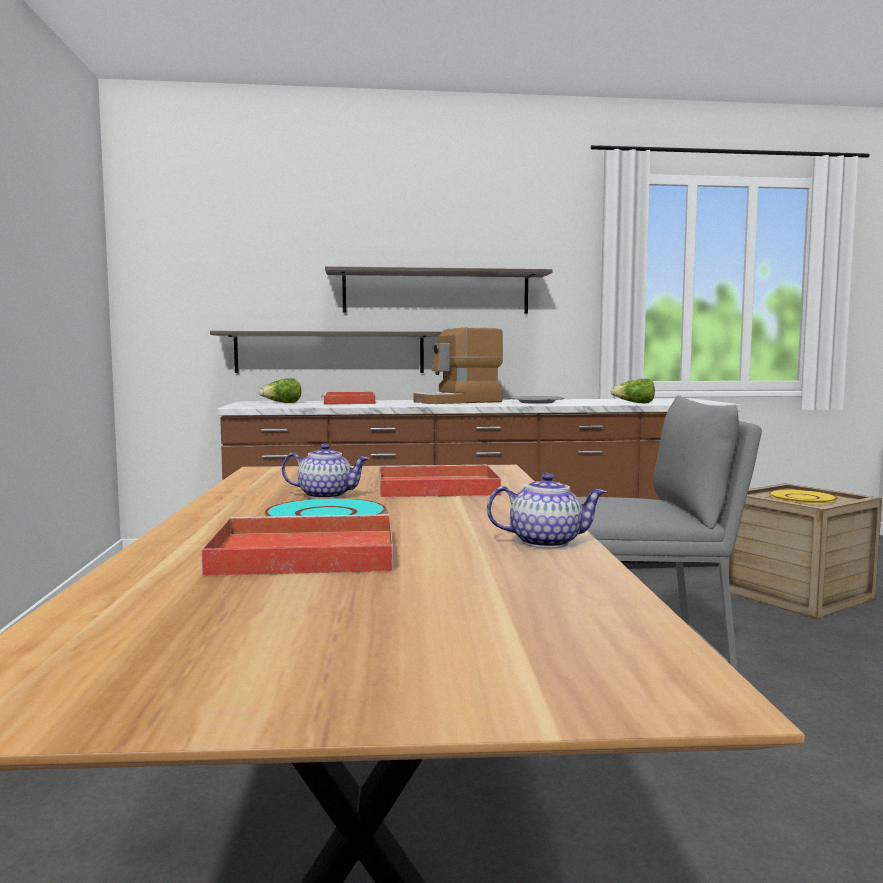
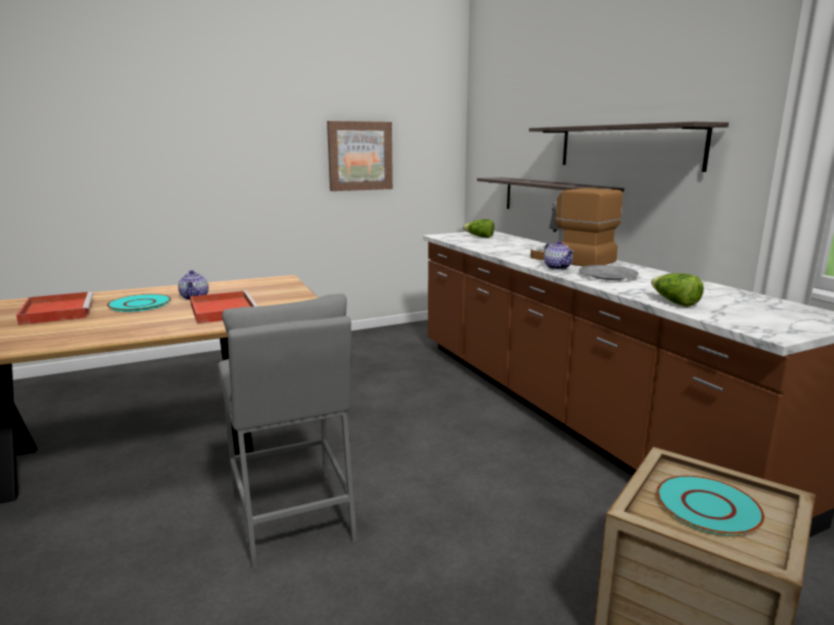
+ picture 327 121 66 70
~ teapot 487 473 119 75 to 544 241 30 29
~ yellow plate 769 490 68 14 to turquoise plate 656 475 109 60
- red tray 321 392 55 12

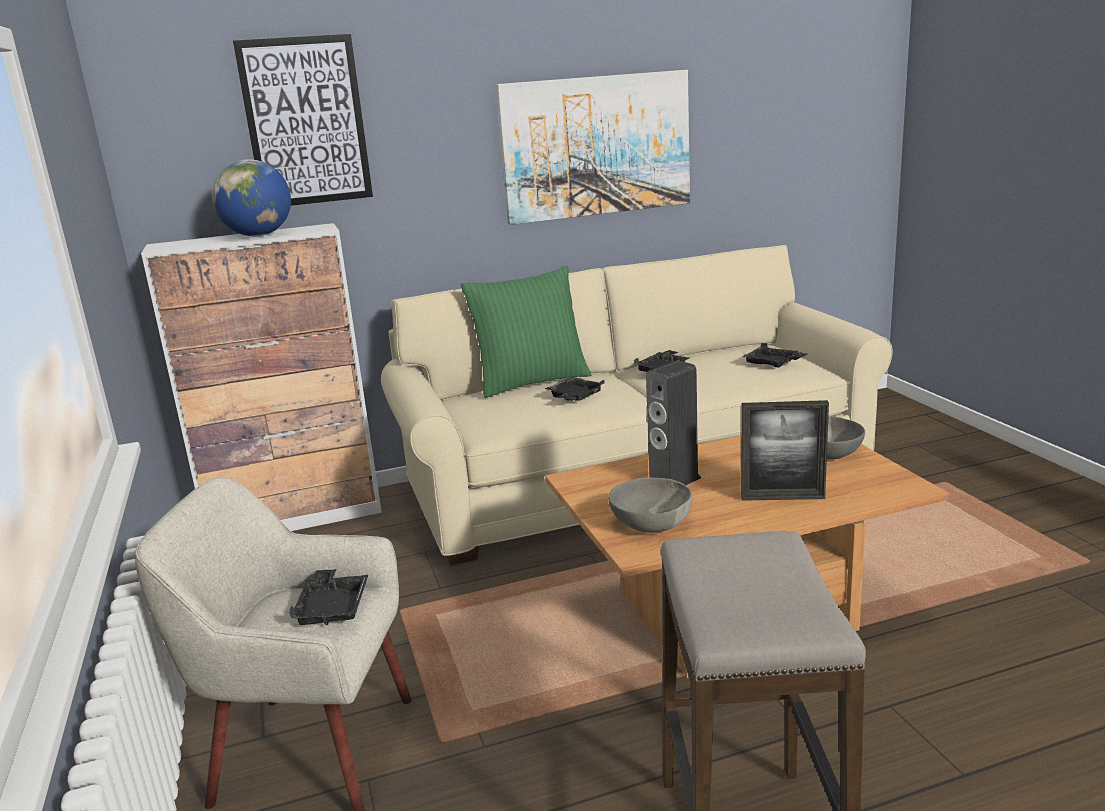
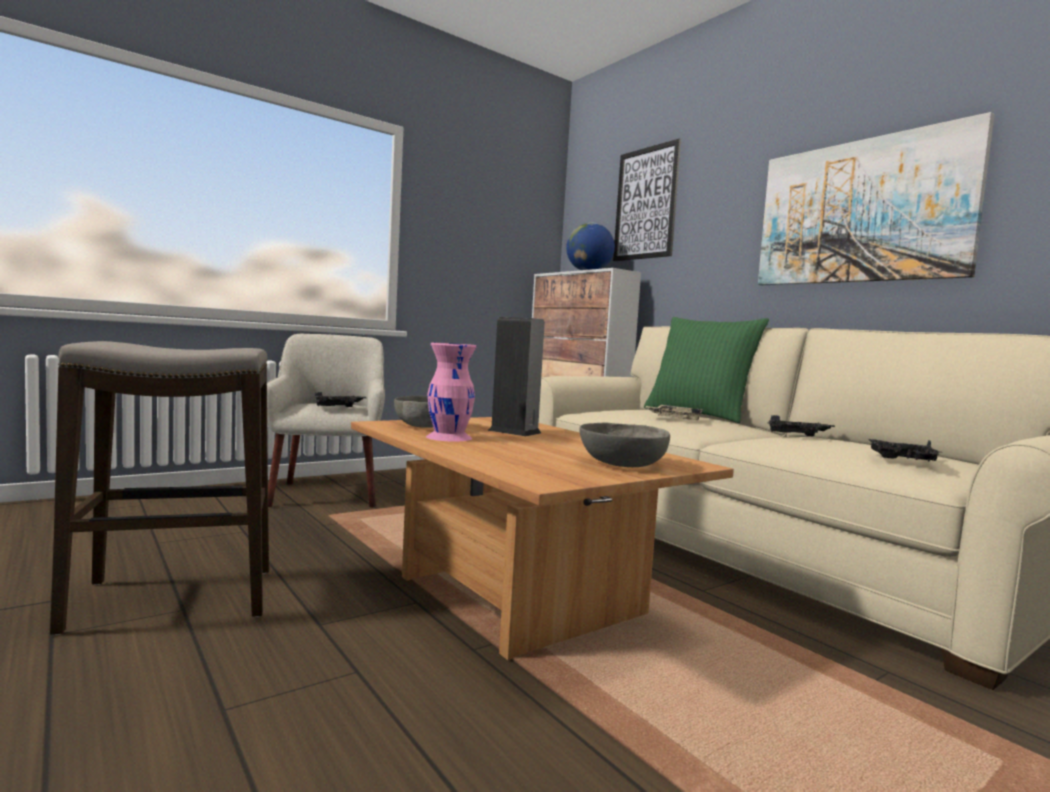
+ pink vase 426 343 51 99
~ black tray 545 377 60 24 to beige tray 646 405 57 15
- picture frame 741 400 88 101

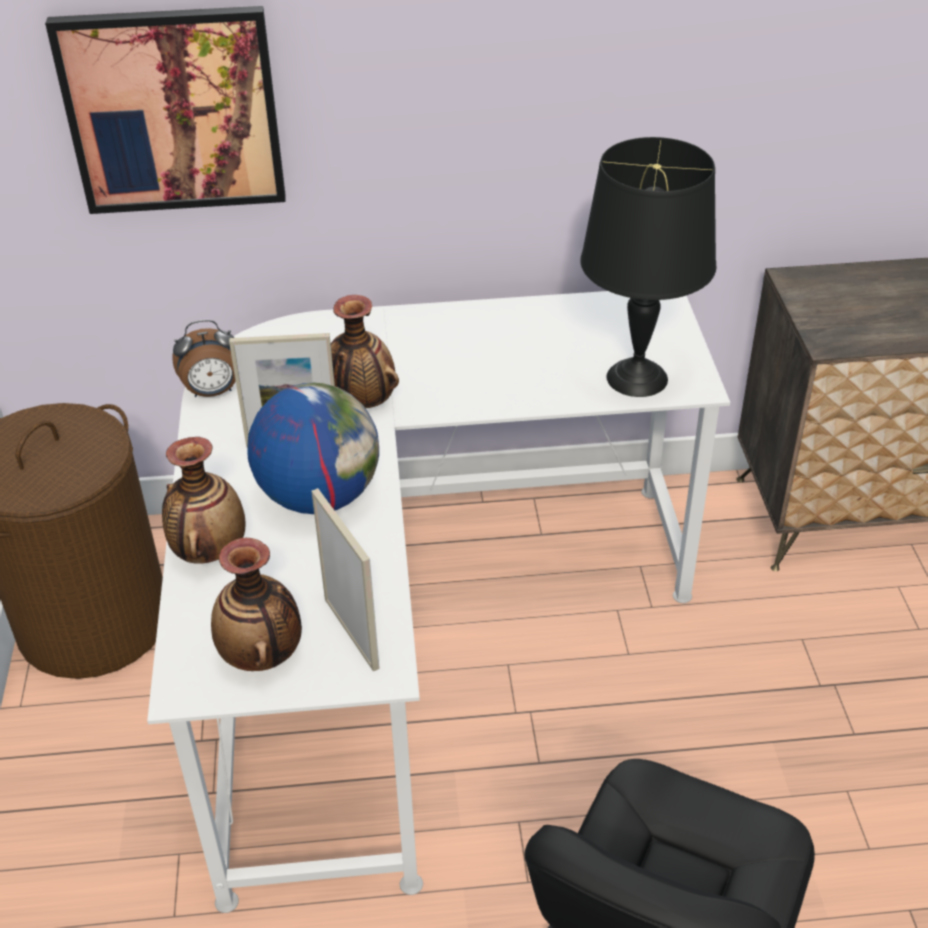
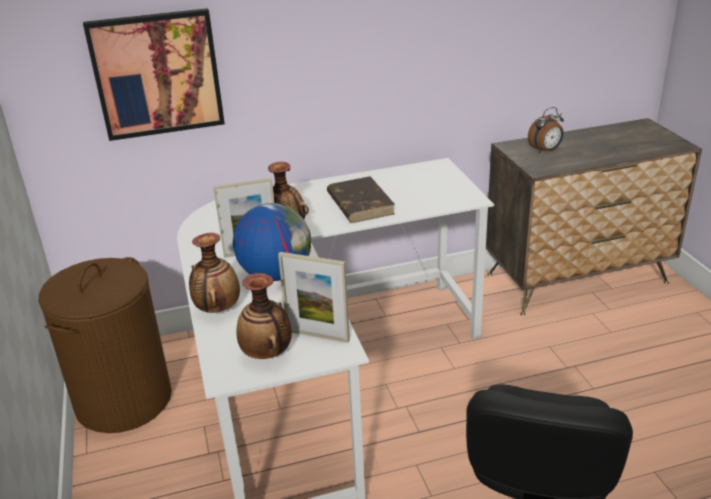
~ picture frame 311 488 69 183 = 278 252 72 91 150 degrees clockwise
+ brown book 327 176 68 47
~ alarm clock 172 320 64 77 to 528 107 36 46
- black table lamp 580 137 136 260

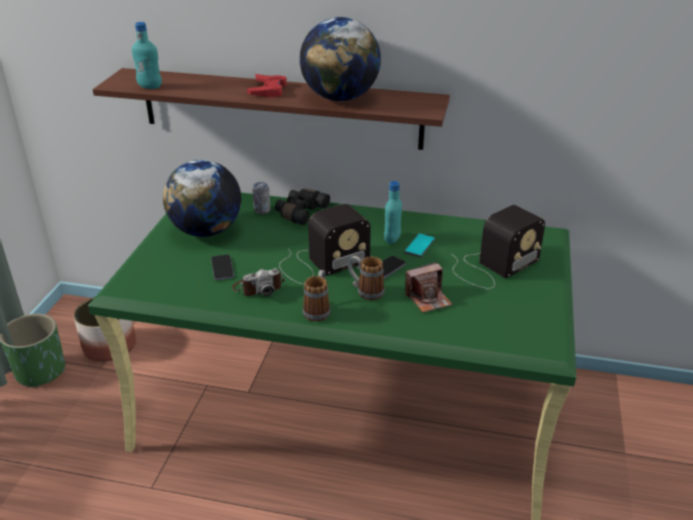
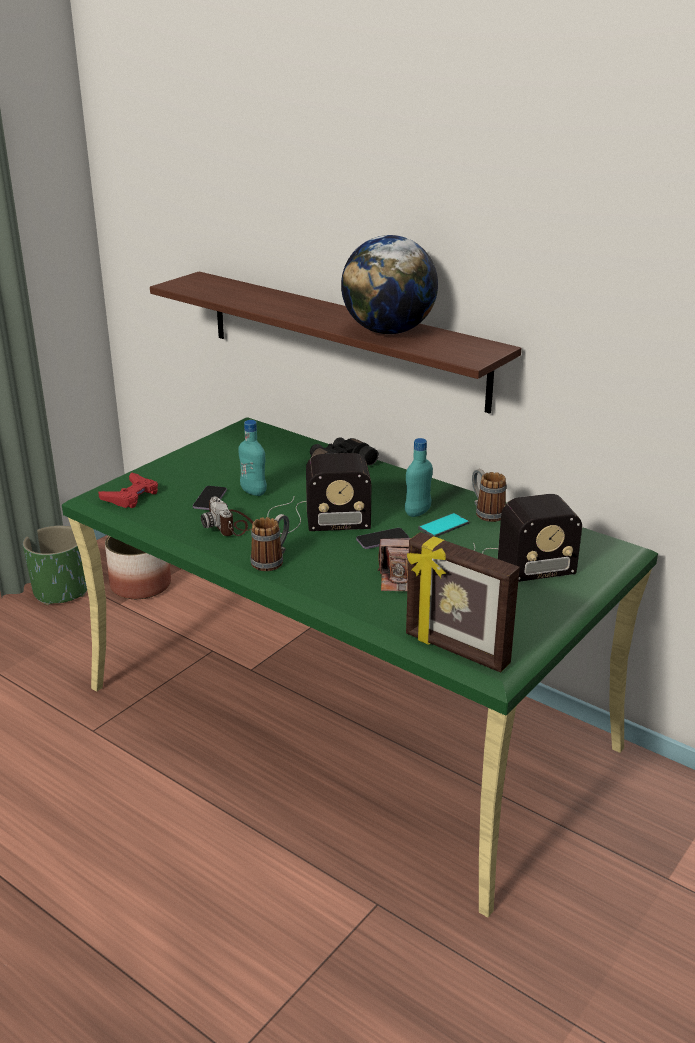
~ red game controller 247 74 40 23 to 98 472 60 36
~ photo camera 232 268 53 28 = 201 497 52 39 60 degrees clockwise
~ turquoise bottle 132 22 30 67 to 238 420 29 76
+ picture frame 406 532 114 140
~ mug 348 256 37 44 to 472 469 34 53
- globe 163 160 78 77
- can 252 182 19 32

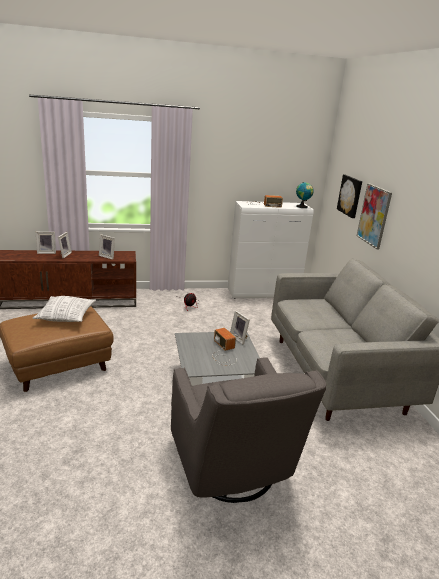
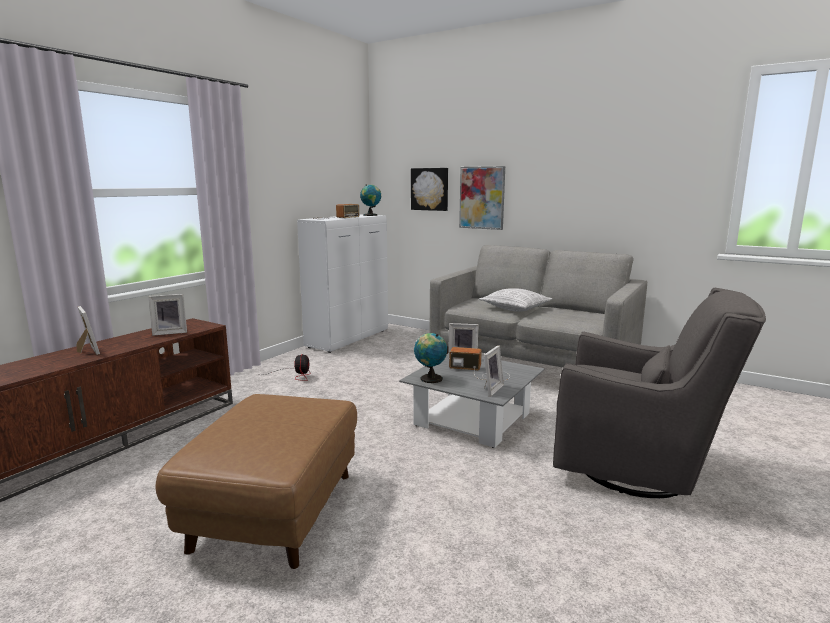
+ globe 414 333 33 50
~ pillow 33 296 63 26 to 479 288 74 24
~ picture frame 36 232 20 22 to 484 345 20 51

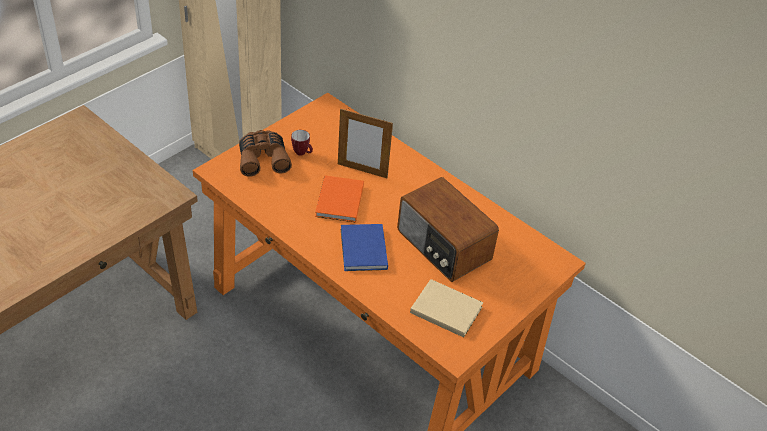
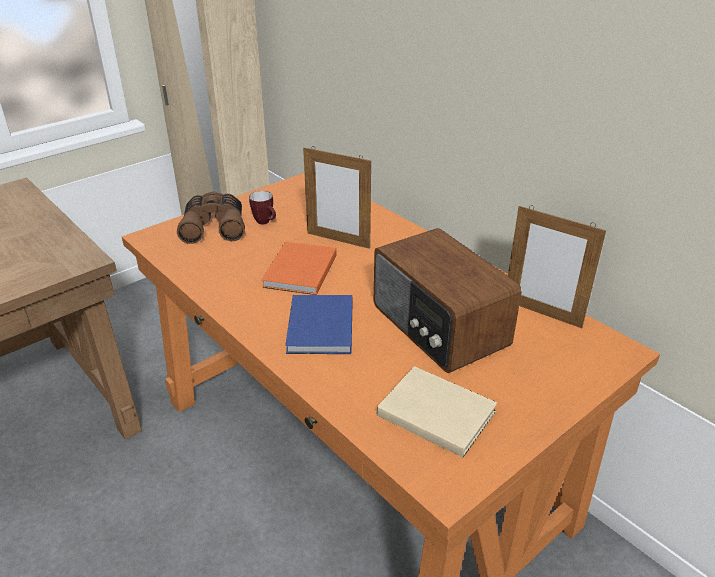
+ picture frame 508 205 98 123

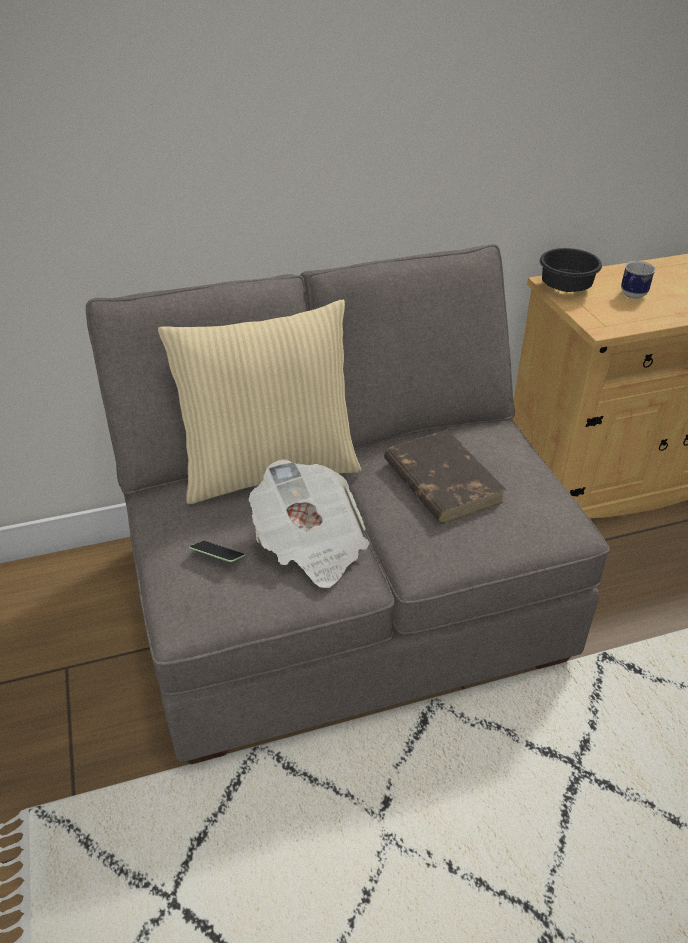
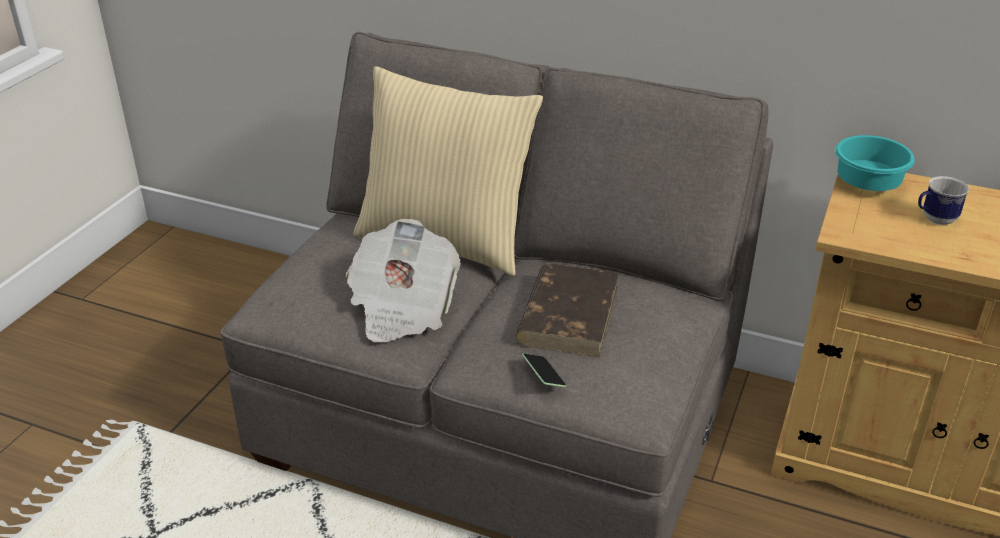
~ phone 189 541 56 21 to 522 353 45 34
~ black bowl 540 248 62 44 to turquoise bowl 835 135 80 56

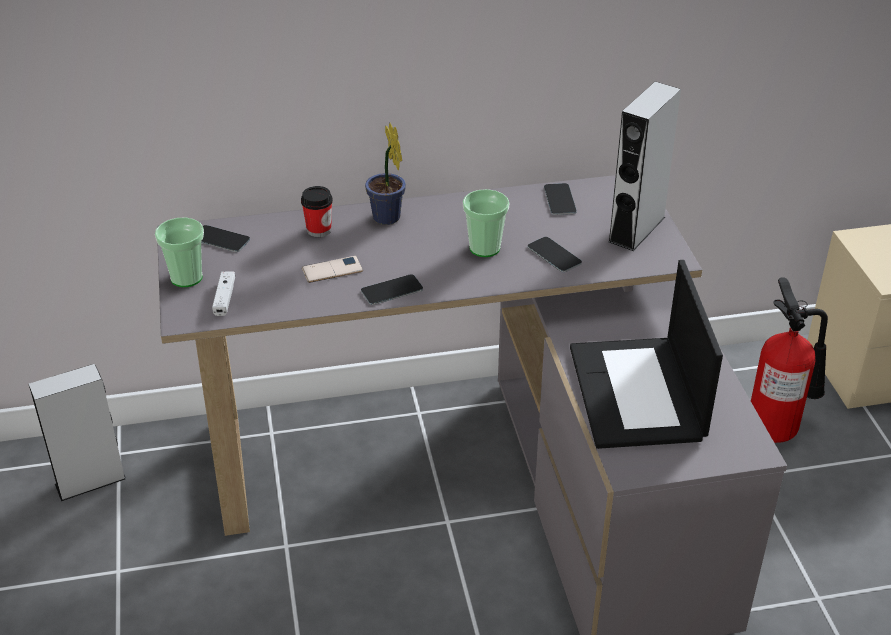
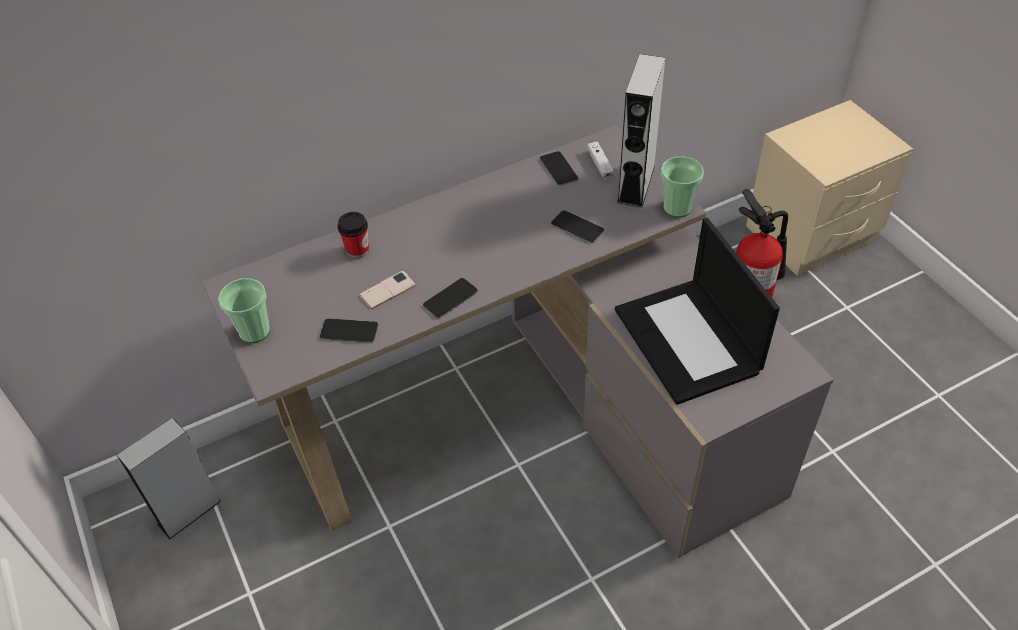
~ phone 201 225 49 27 to 320 318 58 25
~ white game controller 212 271 23 45 to 587 142 27 37
~ cup 463 189 46 68 to 661 157 43 61
- potted plant 365 123 41 102

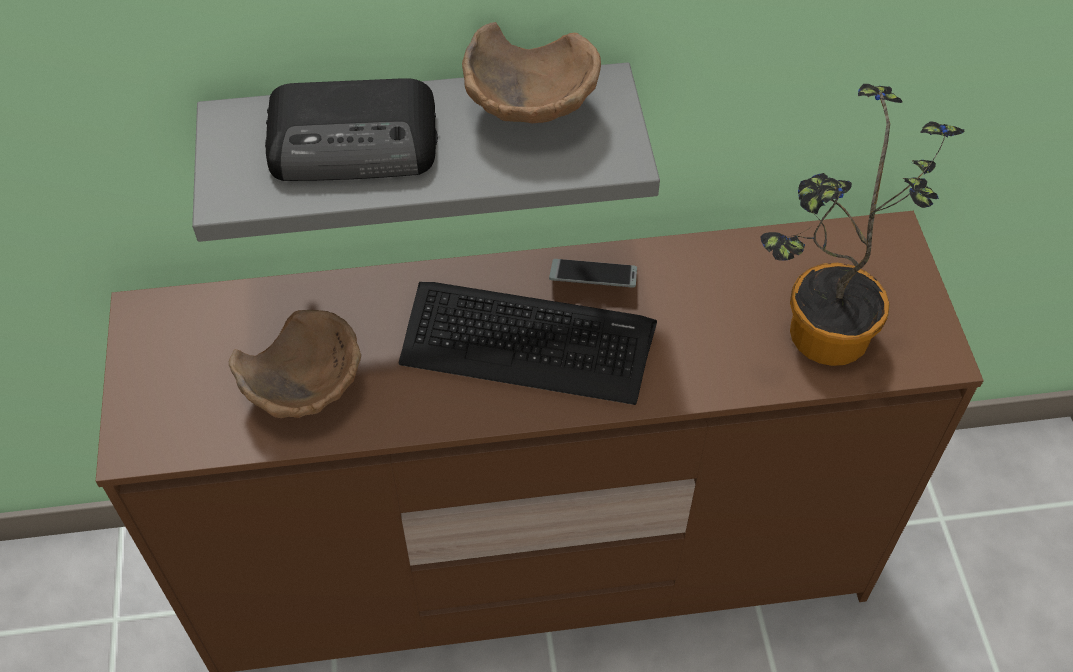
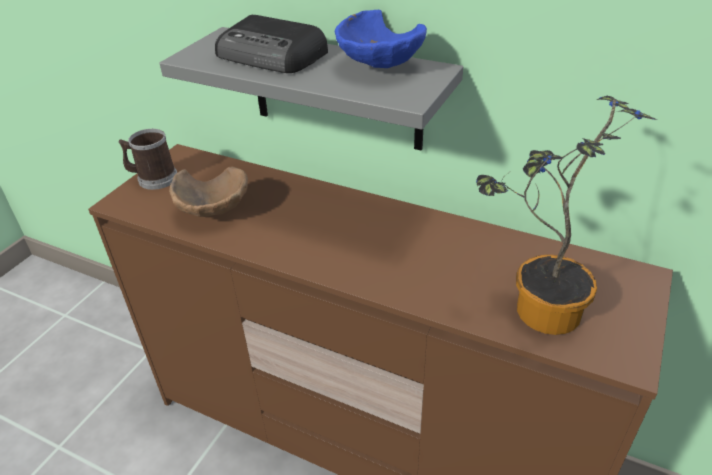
+ mug 119 129 58 61
~ brown bowl 462 22 139 101 to blue bowl 335 10 92 58
- keyboard 399 282 258 123
- phone 549 259 88 28

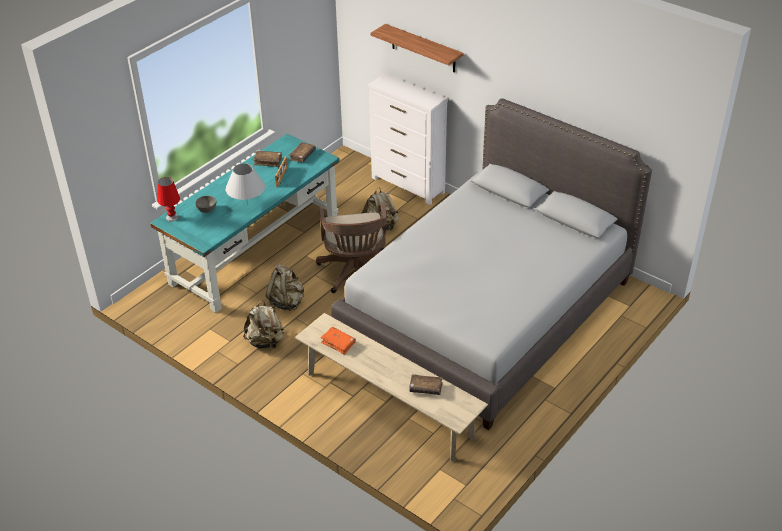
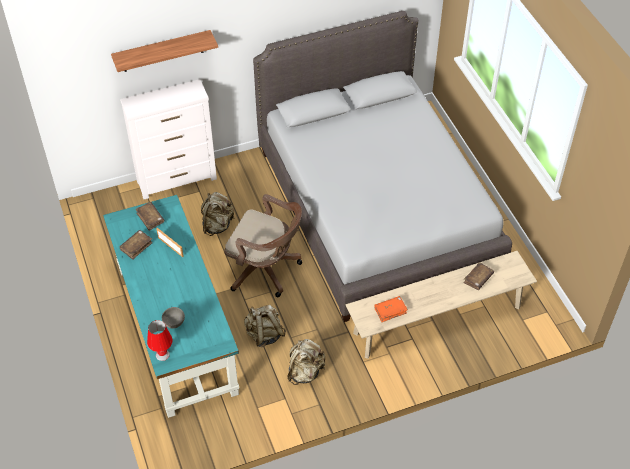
- white table lamp 225 163 40 42

